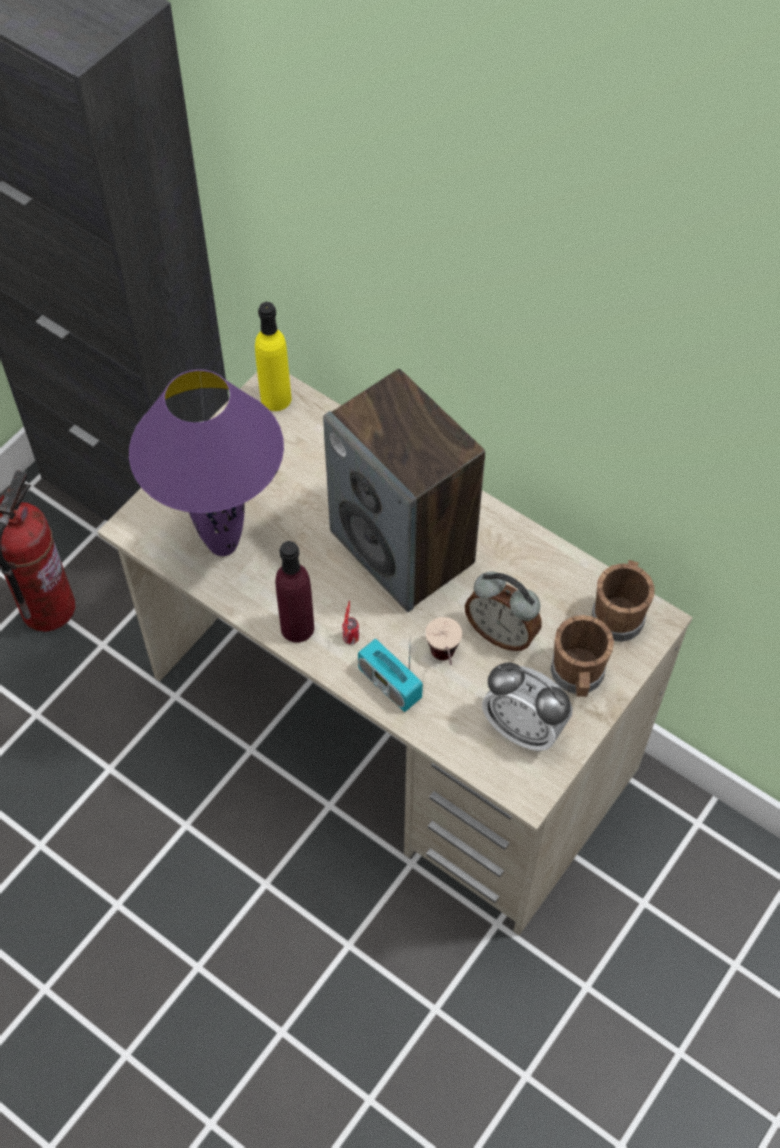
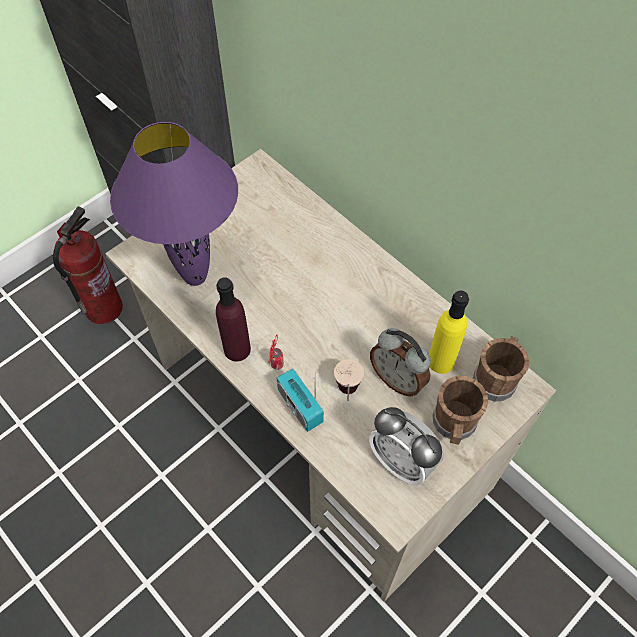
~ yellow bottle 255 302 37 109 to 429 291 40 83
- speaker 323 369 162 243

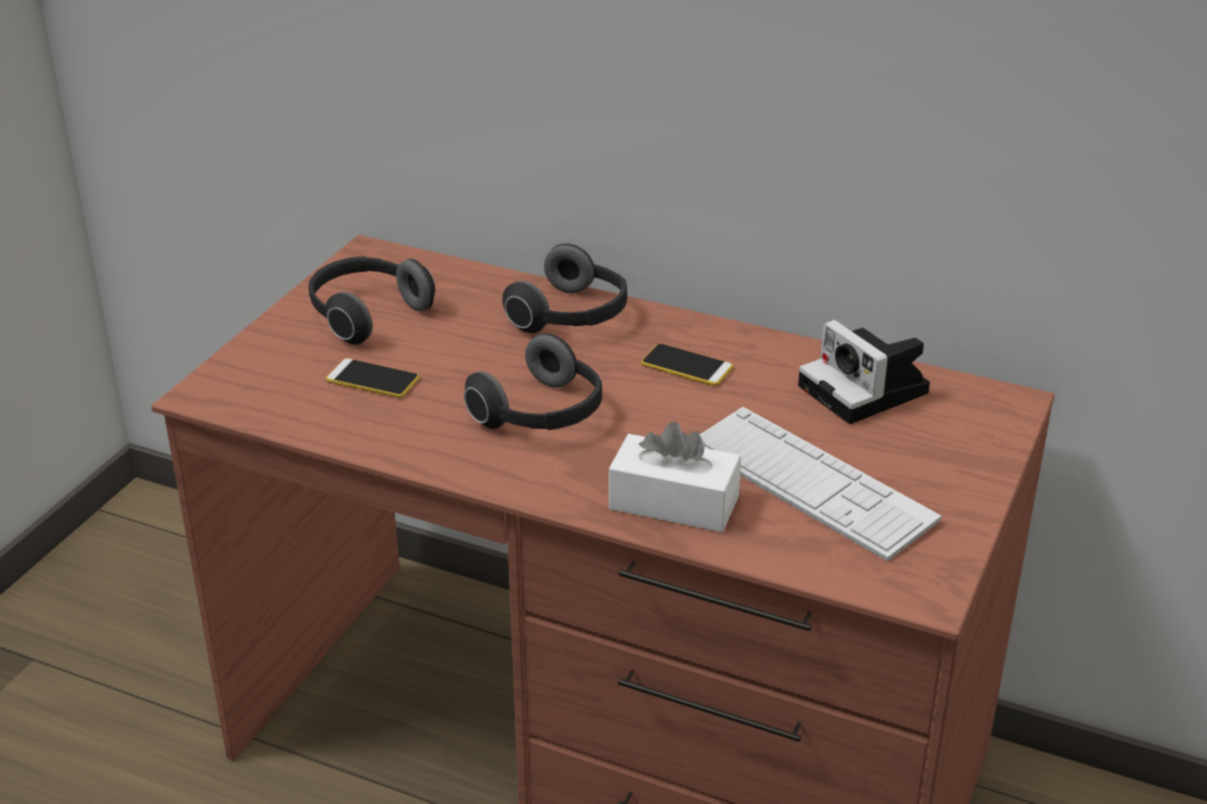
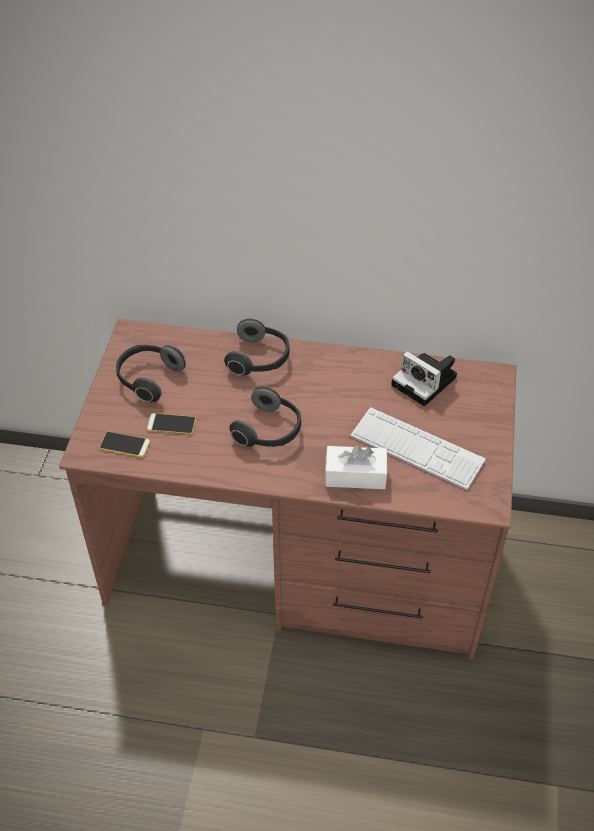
~ phone 641 344 92 42 to 99 432 52 26

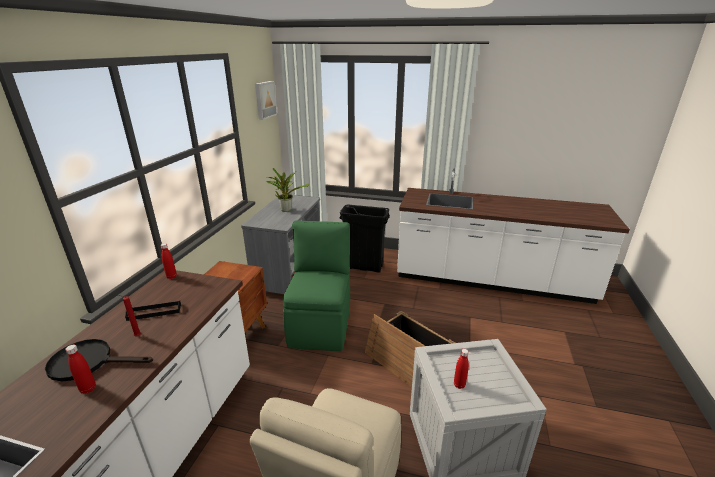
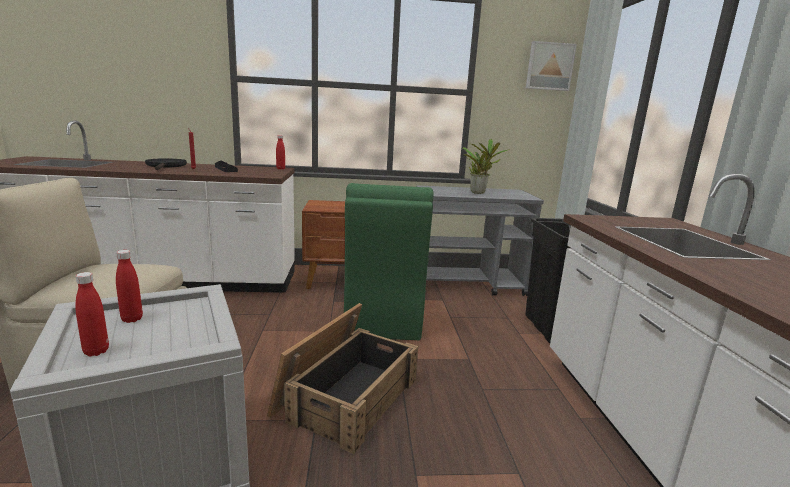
~ red bottle 65 344 31 50 to 75 272 34 84
~ green chair 283 220 67 131 = 344 183 90 157 105 degrees clockwise

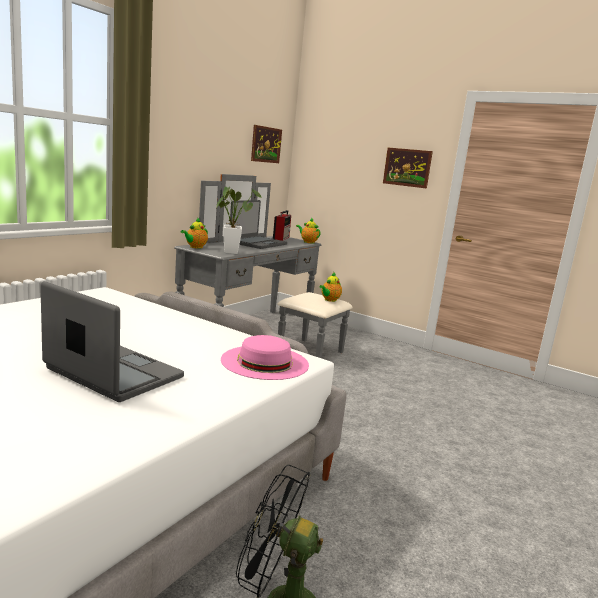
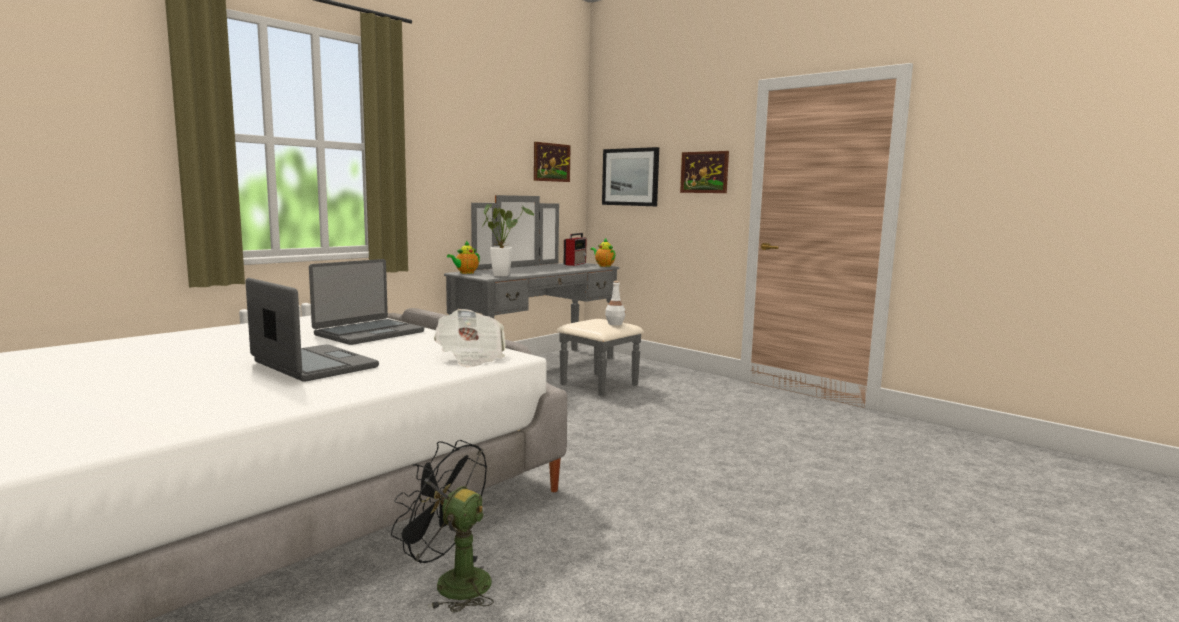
~ laptop 230 200 57 49 to 309 259 115 86
~ pink hat 221 335 88 45 to newspaper 434 309 72 58
+ picture 602 147 57 59
~ teapot 319 273 23 29 to white bottle 605 281 21 44

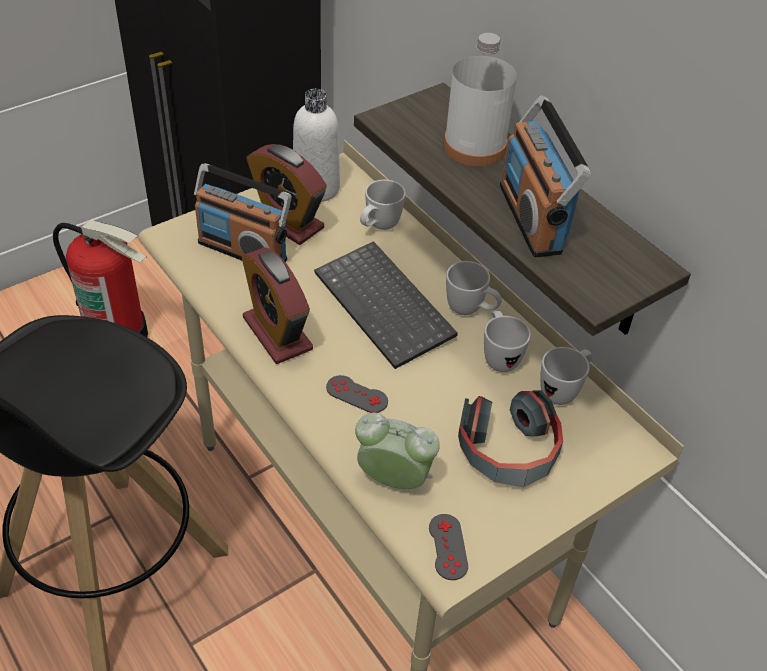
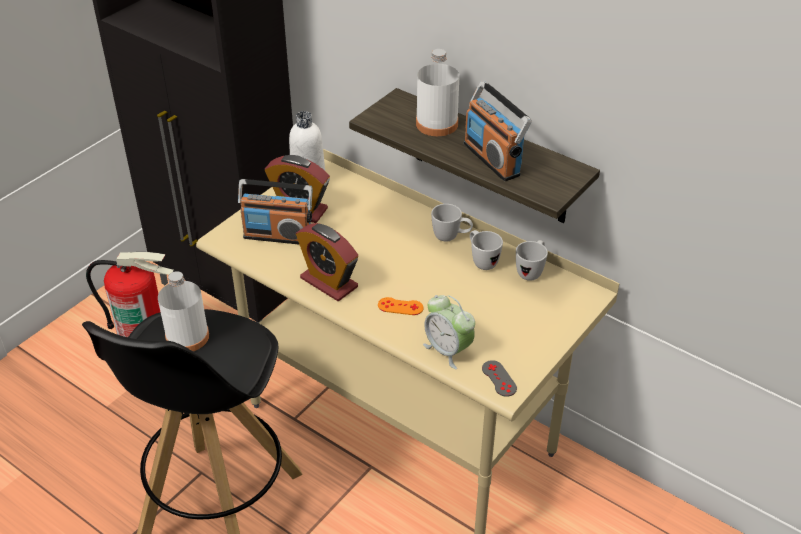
+ white bottle 158 271 51 80
~ grey game controller 326 375 62 38 to orange game controller 378 297 45 18
~ alarm clock 355 412 85 78 = 423 295 52 74 135 degrees counterclockwise
- keyboard 314 241 144 128
- white mug 360 180 46 50
- headphones 458 390 105 97

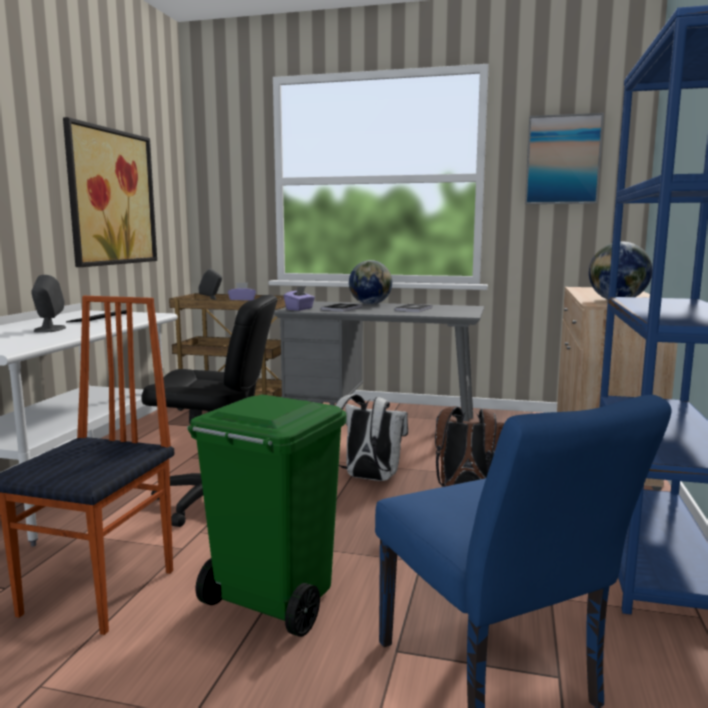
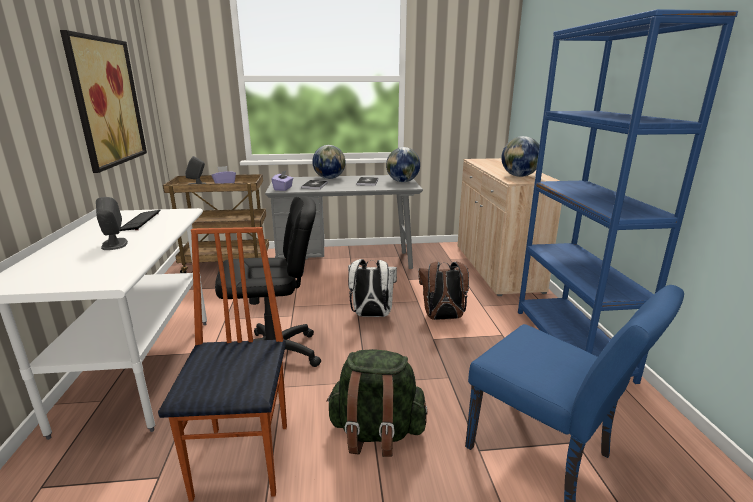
~ green trash can 187 394 160 243 to green backpack 326 349 102 108
+ globe 386 147 34 35
- picture 525 113 79 91

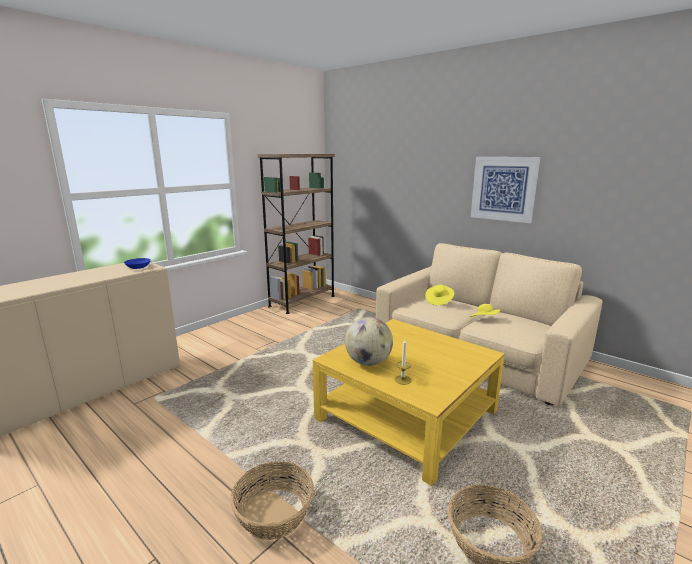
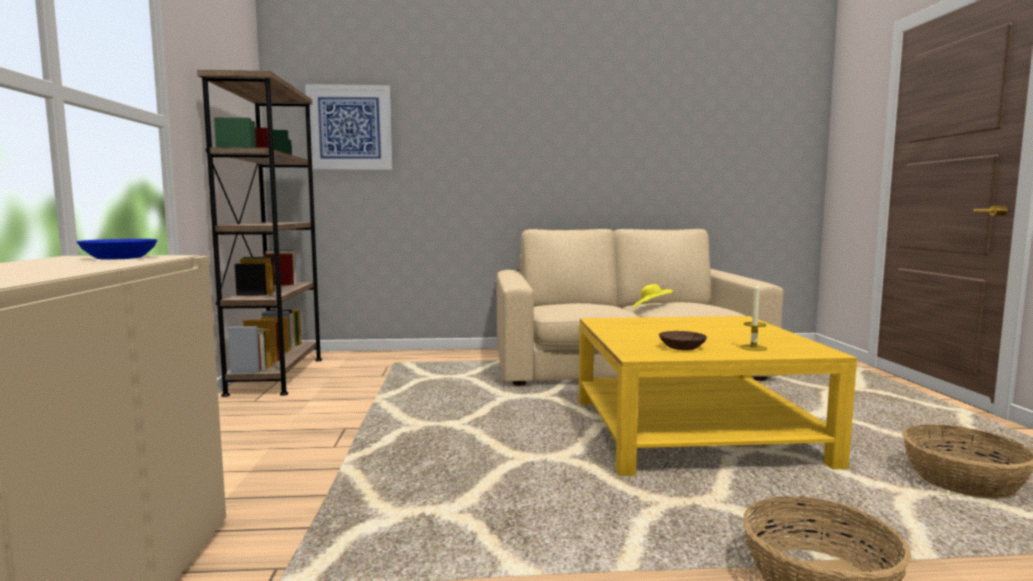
~ picture 471 157 69 66 to 305 84 88 86
~ globe 345 317 48 49 to brown bowl 659 331 48 19
- yellow hat 426 285 28 20

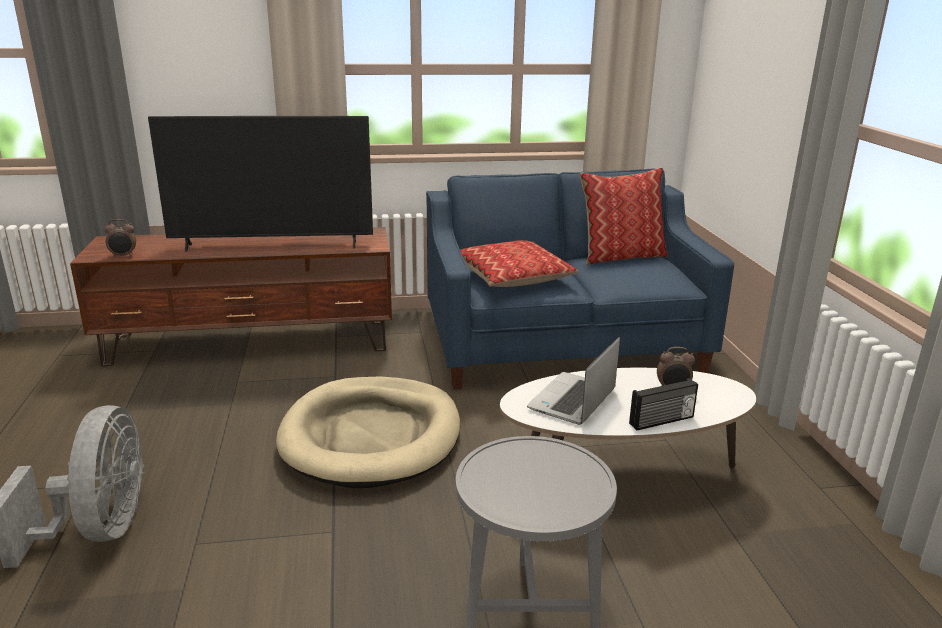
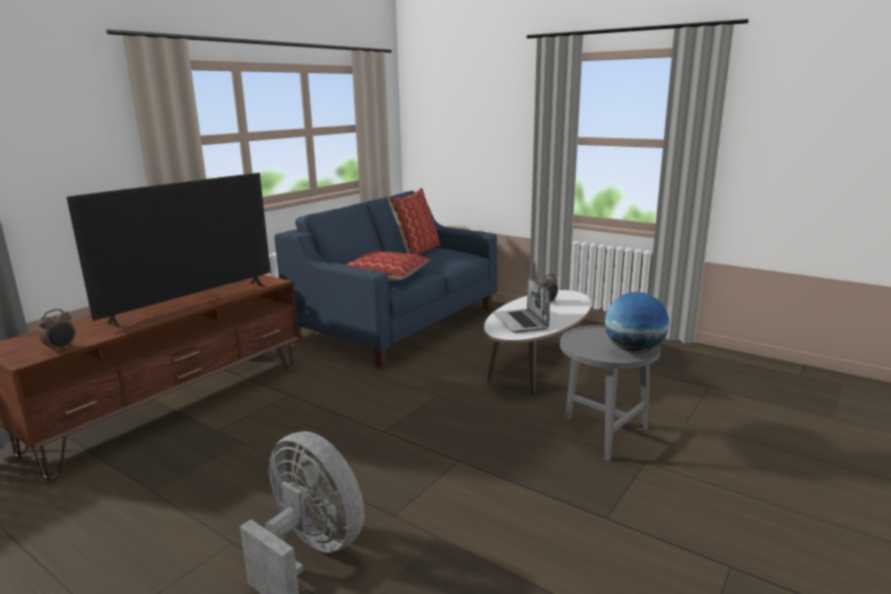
+ globe 605 292 64 61
- beige dog bed 276 377 184 111
- radio 629 378 69 53

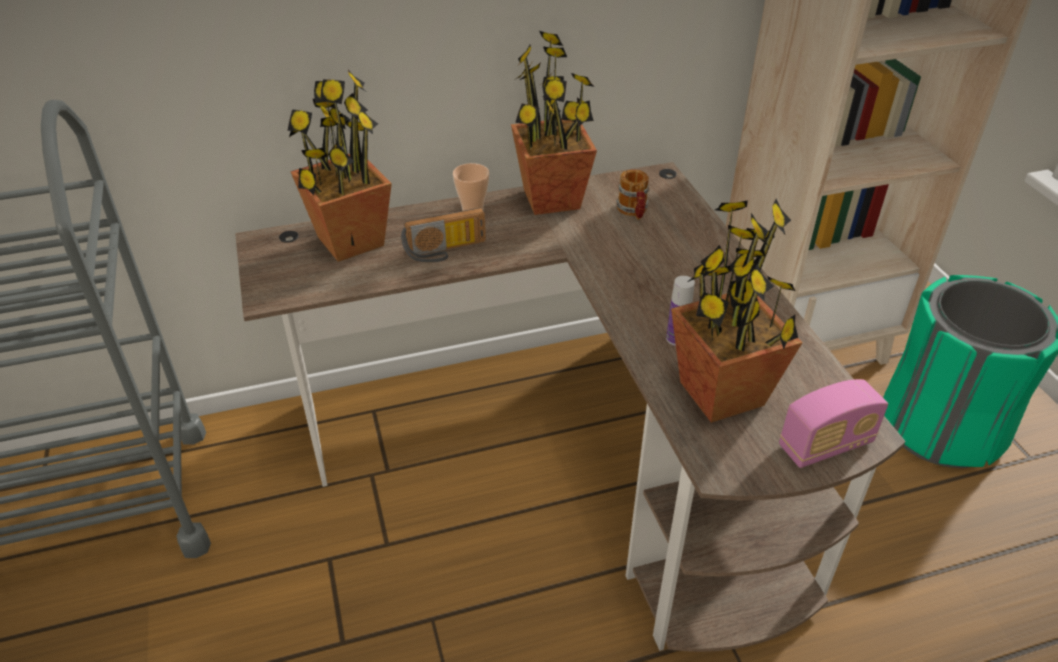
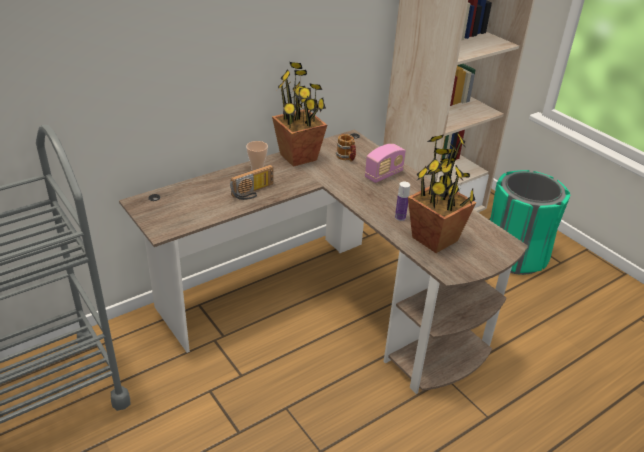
~ radio 779 379 109 89 to 365 144 41 39
- potted plant 287 70 105 192

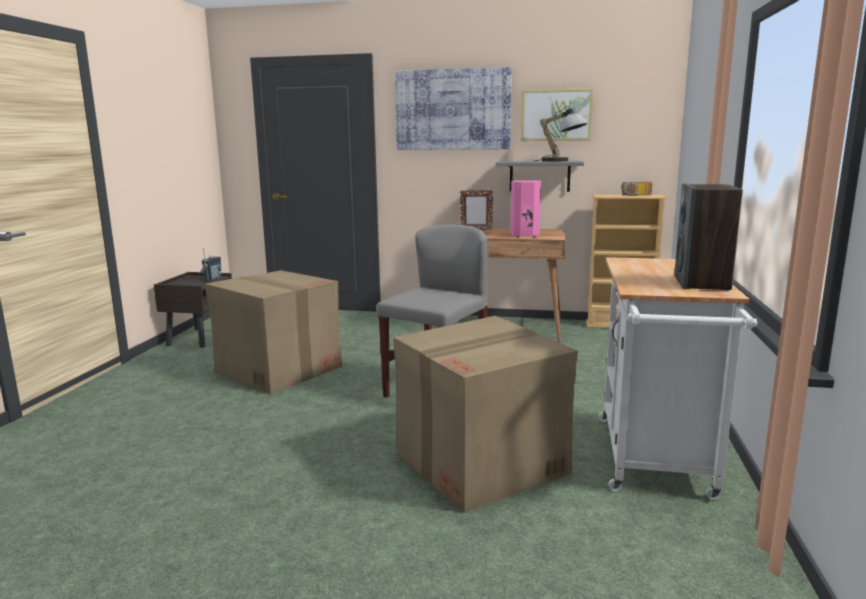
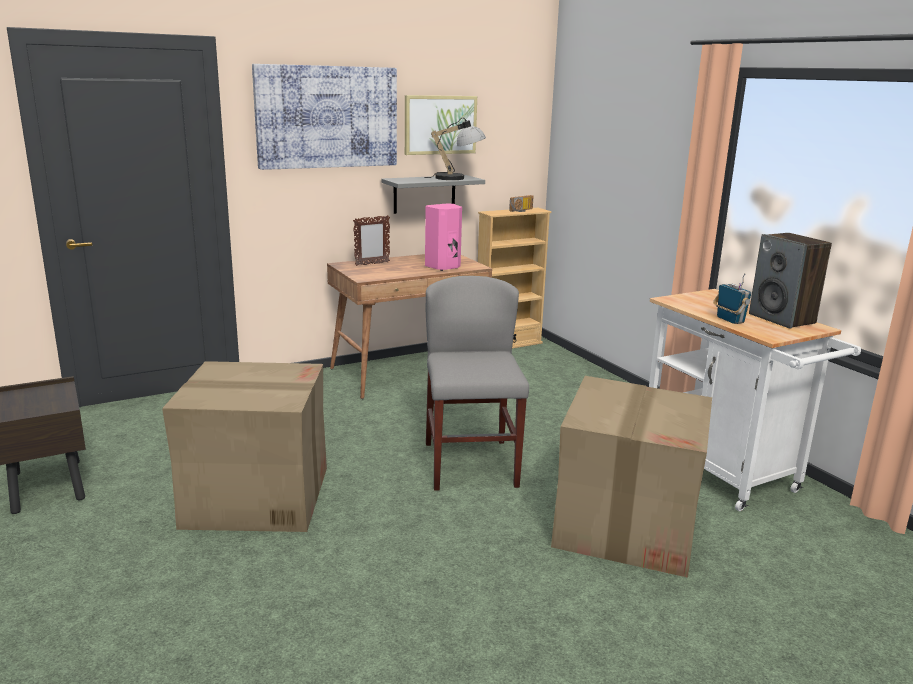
~ radio 200 248 21 33 to 713 273 38 51

